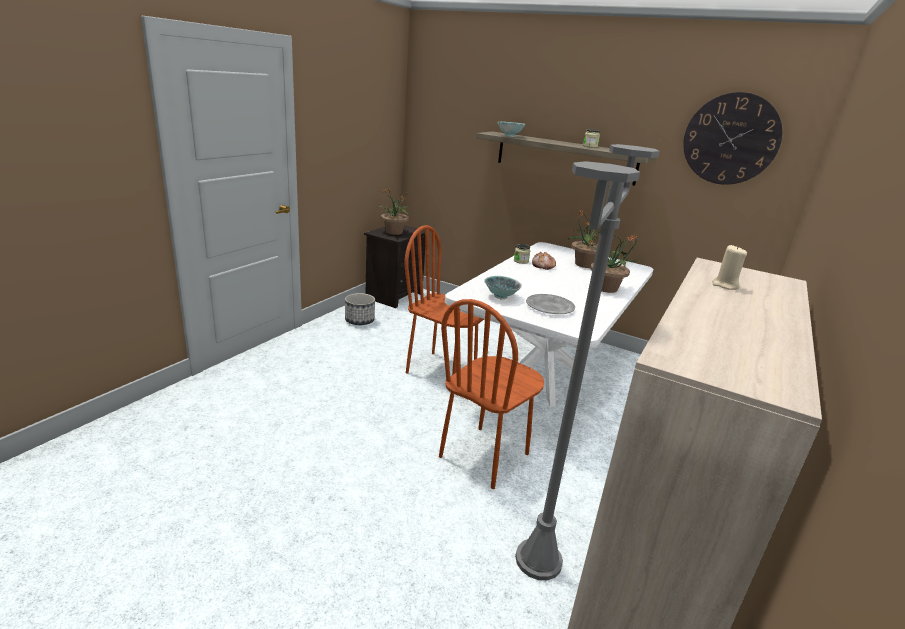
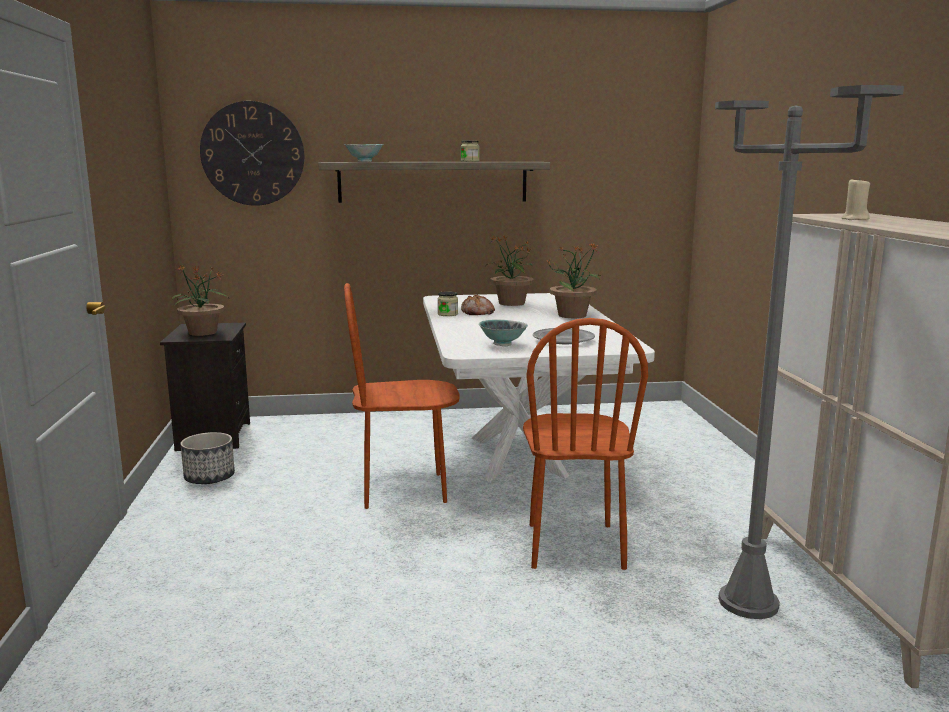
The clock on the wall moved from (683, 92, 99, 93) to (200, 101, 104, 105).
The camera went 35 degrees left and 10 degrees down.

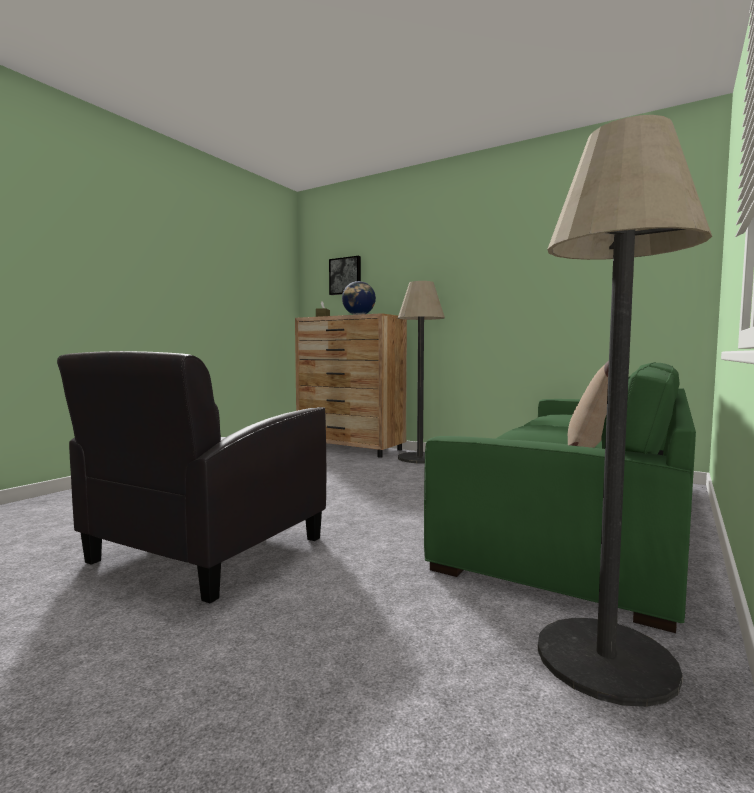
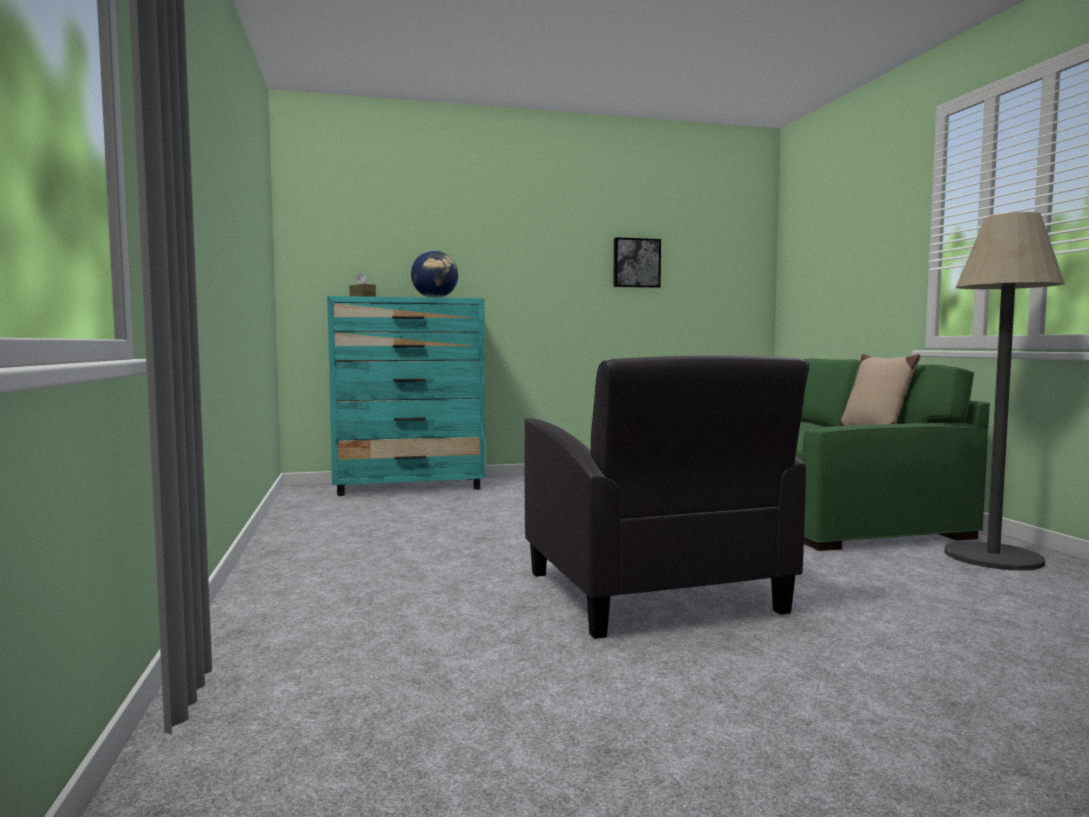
The picture moved from (329, 256, 32, 39) to (613, 237, 48, 51).
The standard lamp at (398, 281, 47, 183) disappeared.
The brown dresser at (295, 313, 112, 145) became the turquoise-coloured dresser at (327, 296, 159, 200).
The camera went 45 degrees left and 0 degrees up.

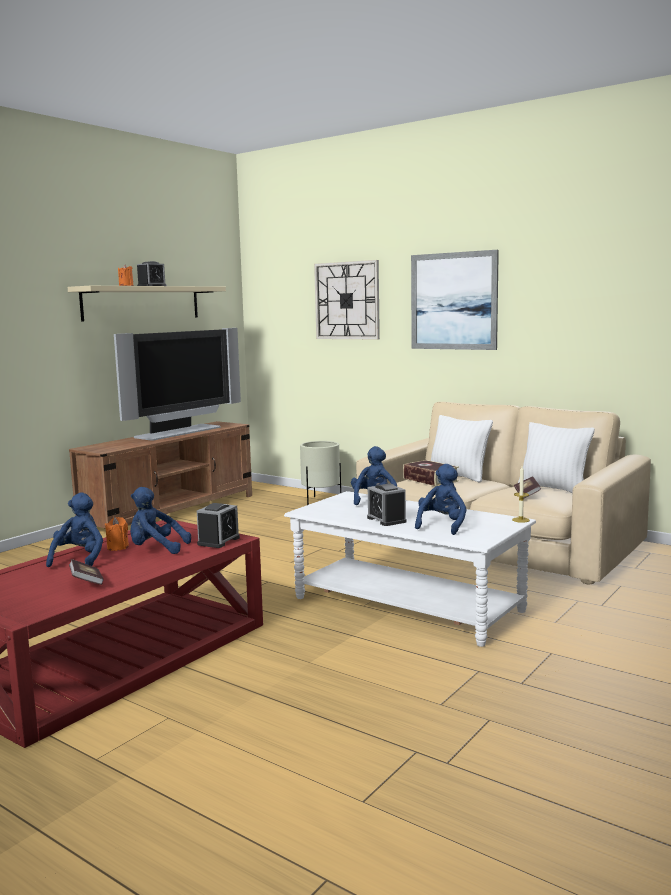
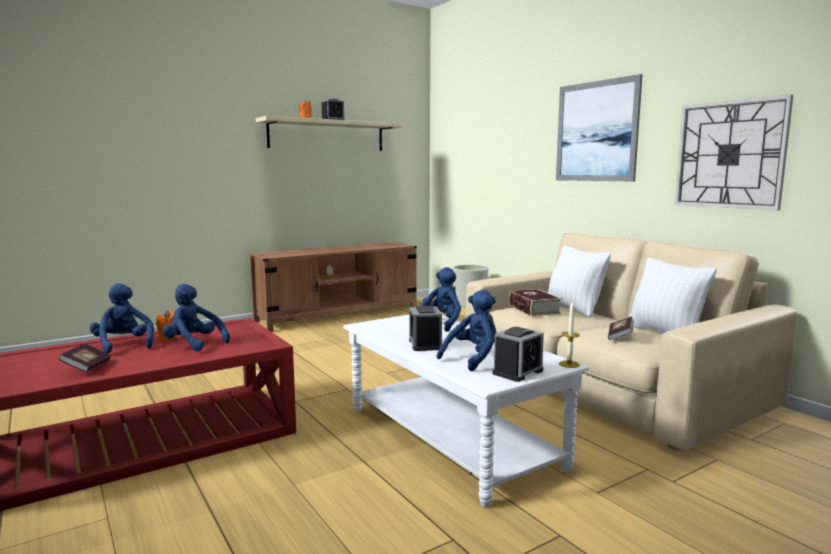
The clock on the wall moved from (314, 260, 66, 79) to (675, 95, 118, 115).
The television at (114, 328, 127, 113) disappeared.
The bluish cuddly toy at (46, 493, 57, 74) turned 60 degrees counterclockwise.
The table clock moved from (197, 503, 43, 45) to (492, 327, 52, 55).
The camera went 20 degrees right and 0 degrees up.

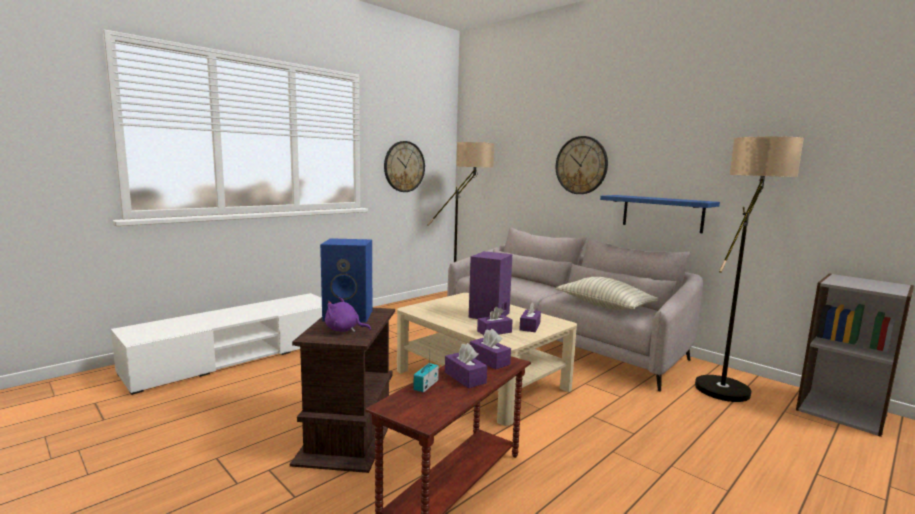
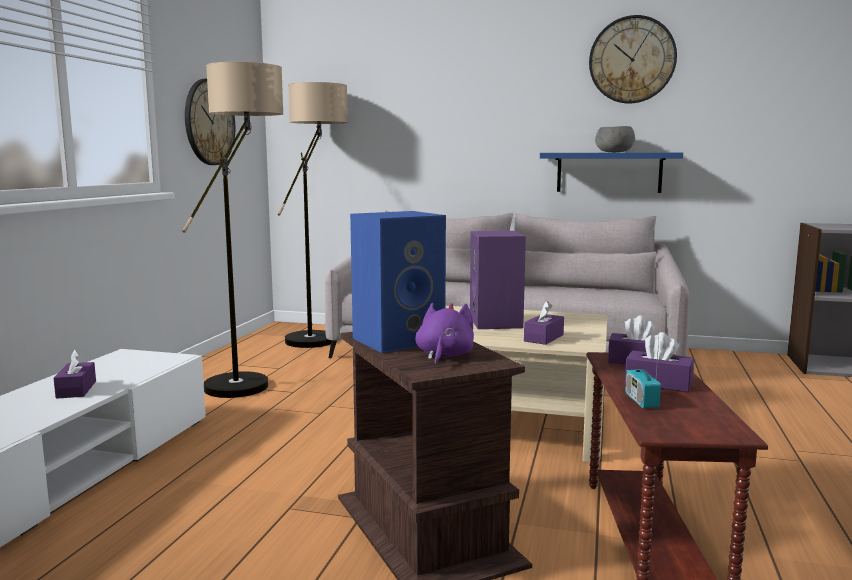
The clock on the wall moved from (556, 136, 52, 58) to (589, 15, 88, 89).
The standard lamp moved from (695, 136, 109, 266) to (182, 62, 101, 336).
The cushion at (556, 277, 103, 33) disappeared.
The purple cuddly toy at (325, 297, 46, 35) turned 120 degrees clockwise.
The purple box of tissues moved from (519, 302, 22, 30) to (53, 349, 43, 50).
The grey bowl at (595, 126, 40, 26) appeared.
The camera went 30 degrees left and 0 degrees up.

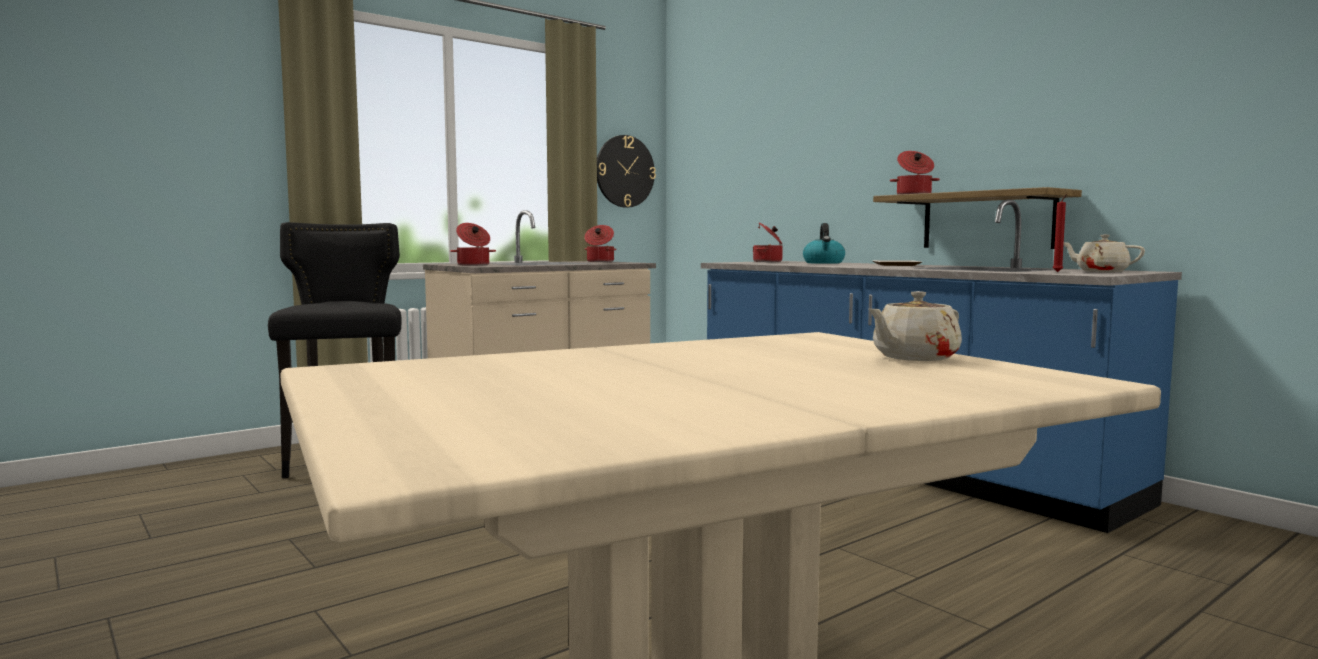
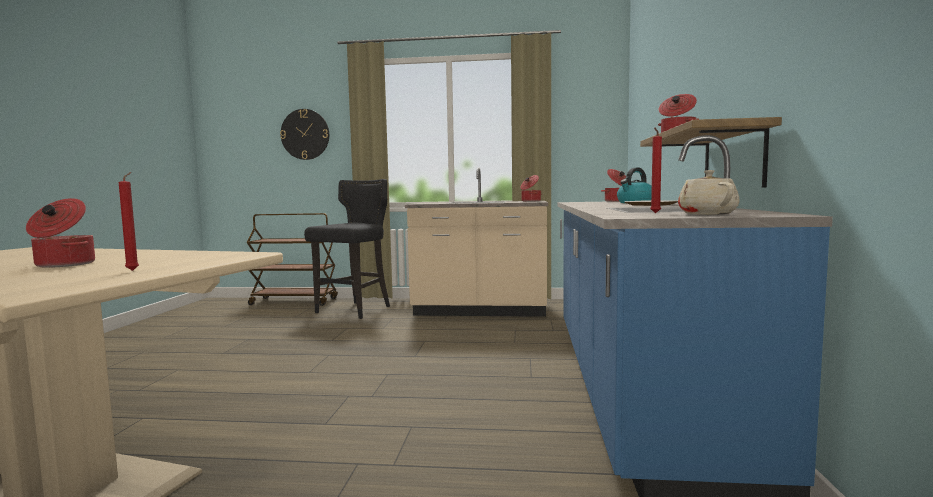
The clock on the wall moved from (597, 135, 59, 73) to (280, 109, 49, 51).
The cooking pot moved from (450, 223, 46, 43) to (26, 198, 69, 70).
The sand-coloured pot for tea at (868, 291, 94, 70) was replaced by the red-coloured wax light at (119, 172, 20, 99).
The brown cart at (247, 213, 91, 93) appeared.
The camera went 45 degrees right and 0 degrees up.

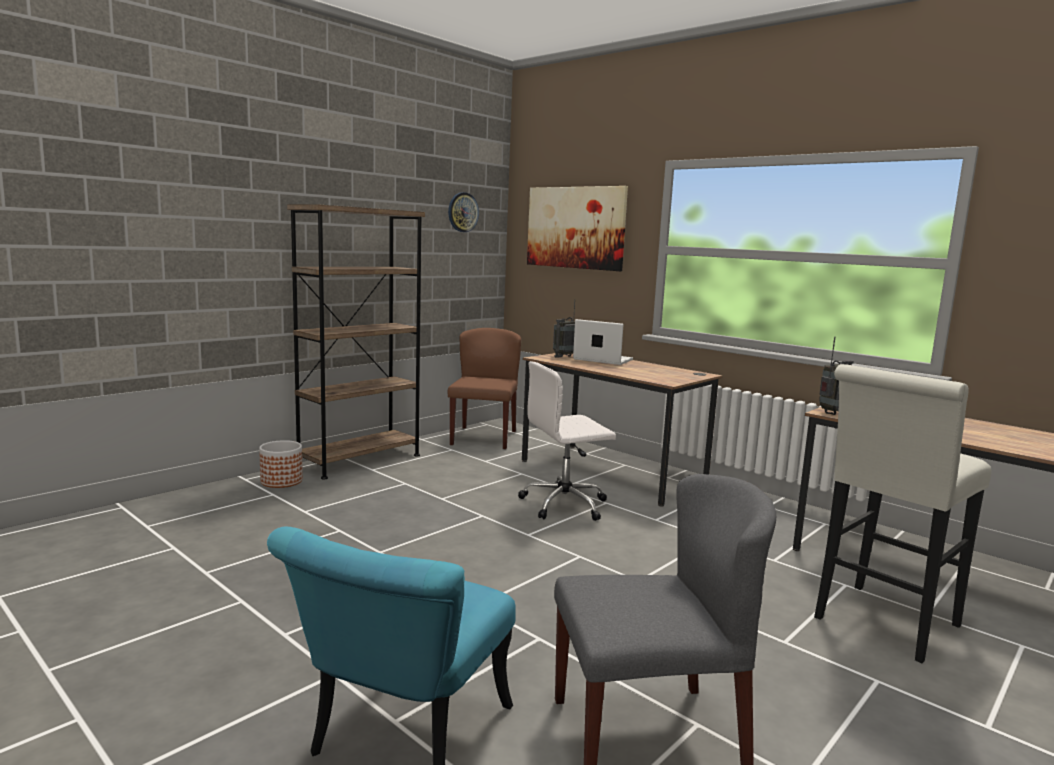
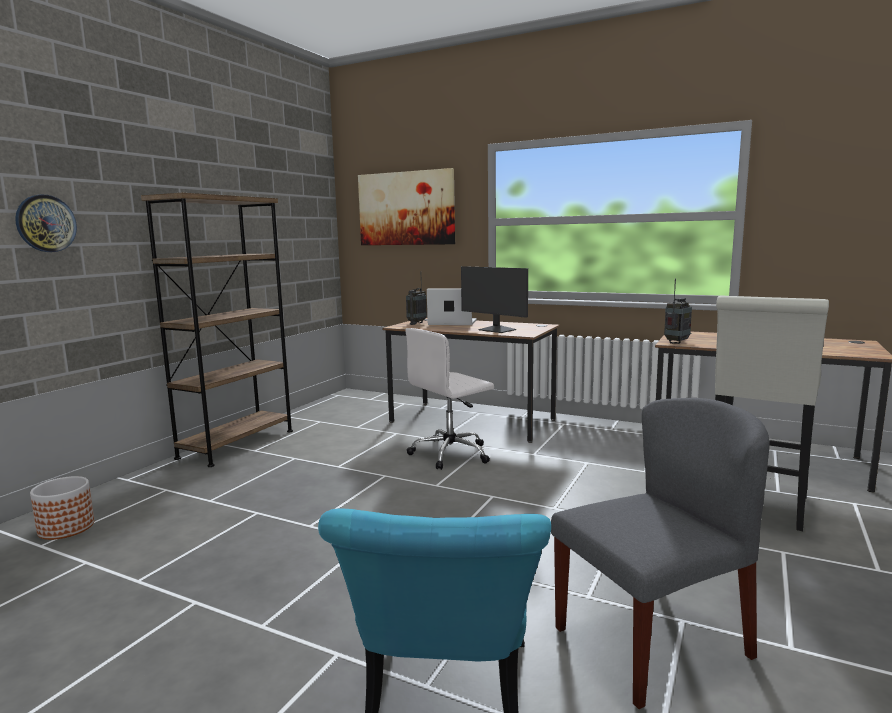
The clock on the wall moved from (448, 192, 31, 40) to (15, 195, 62, 57).
The brown plain chair at (448, 328, 73, 121) disappeared.
The plant pot moved from (259, 440, 44, 48) to (30, 476, 64, 64).
The computer screen at (461, 266, 67, 67) appeared.
The camera went 15 degrees left and 0 degrees up.

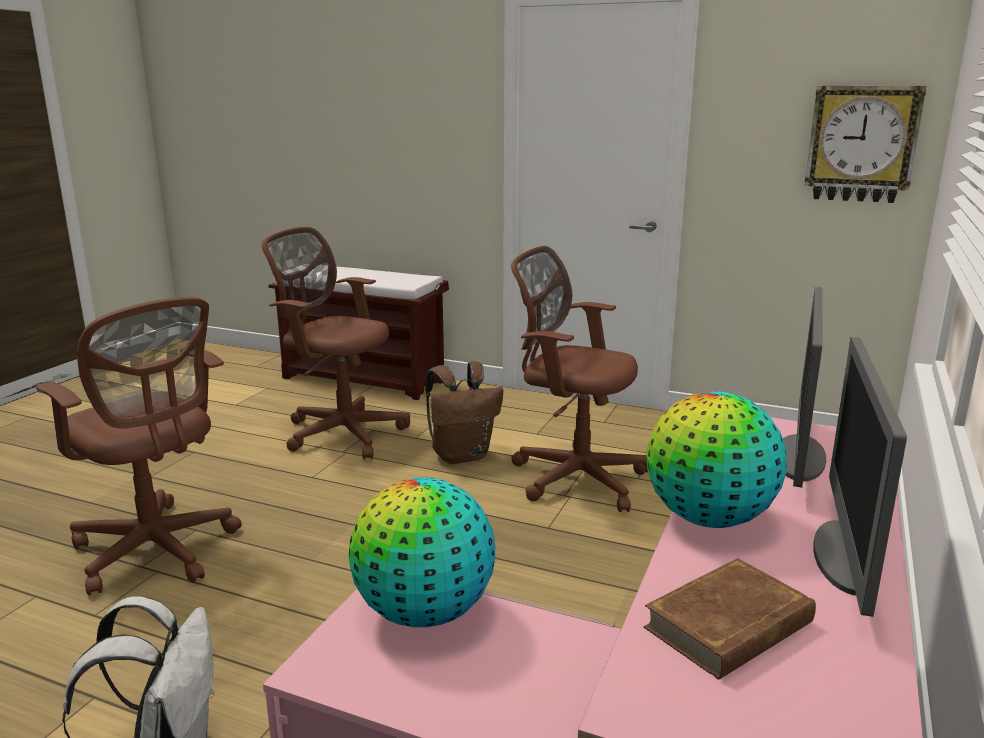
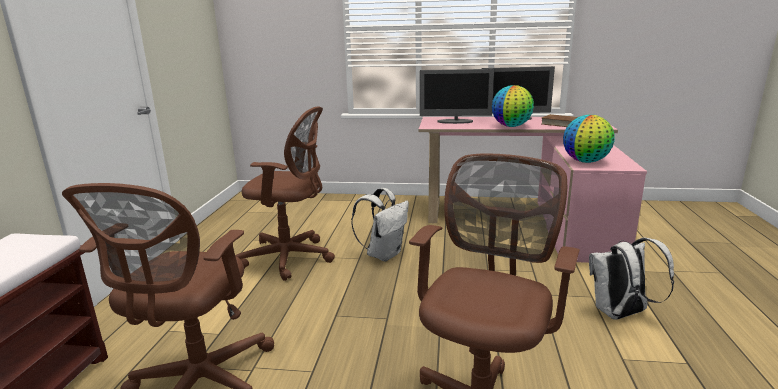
The clock on the wall at (805, 86, 121, 117) disappeared.
The brown desk chair at (511, 246, 137, 266) turned 90 degrees counterclockwise.
The brown knapsack at (425, 361, 78, 103) disappeared.
The whitish knapsack at (351, 188, 58, 73) appeared.
The camera went 105 degrees left and 0 degrees up.

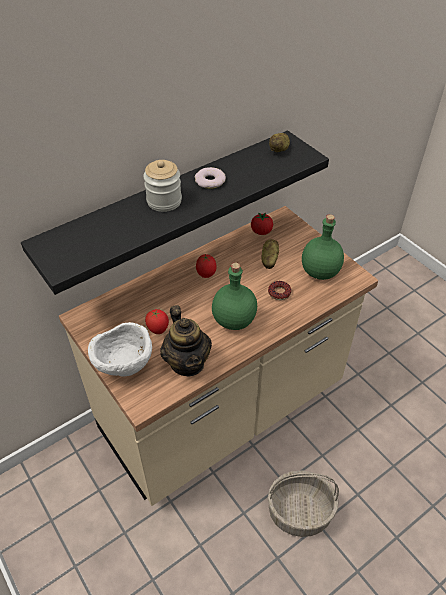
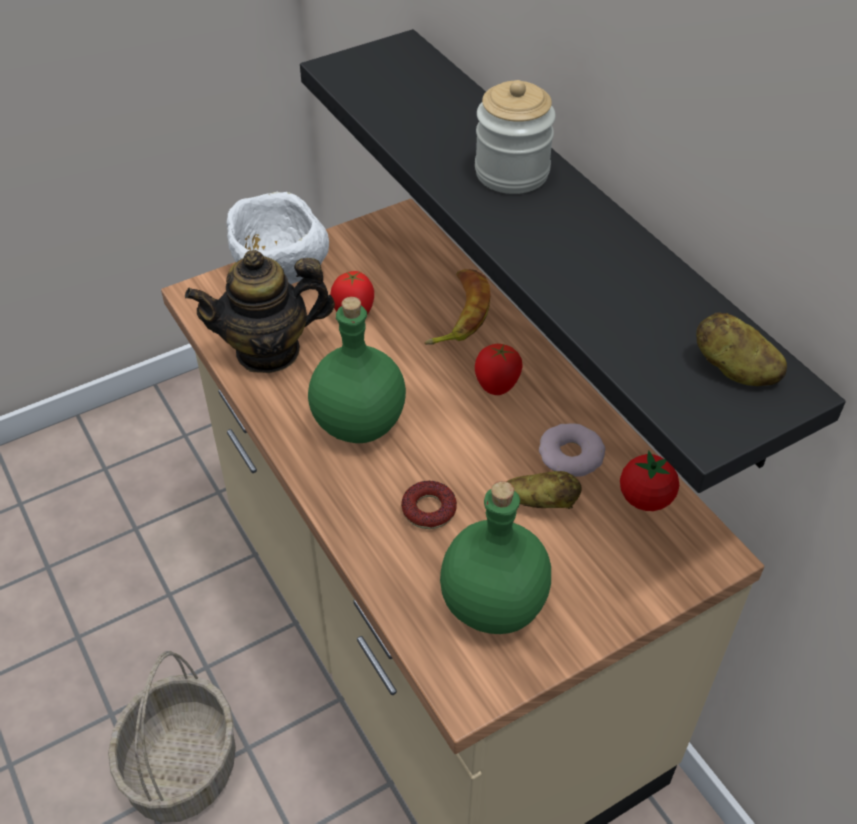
The donut moved from (195, 167, 31, 22) to (539, 423, 66, 54).
The banana at (425, 269, 65, 76) appeared.
The camera went 95 degrees right and 0 degrees up.

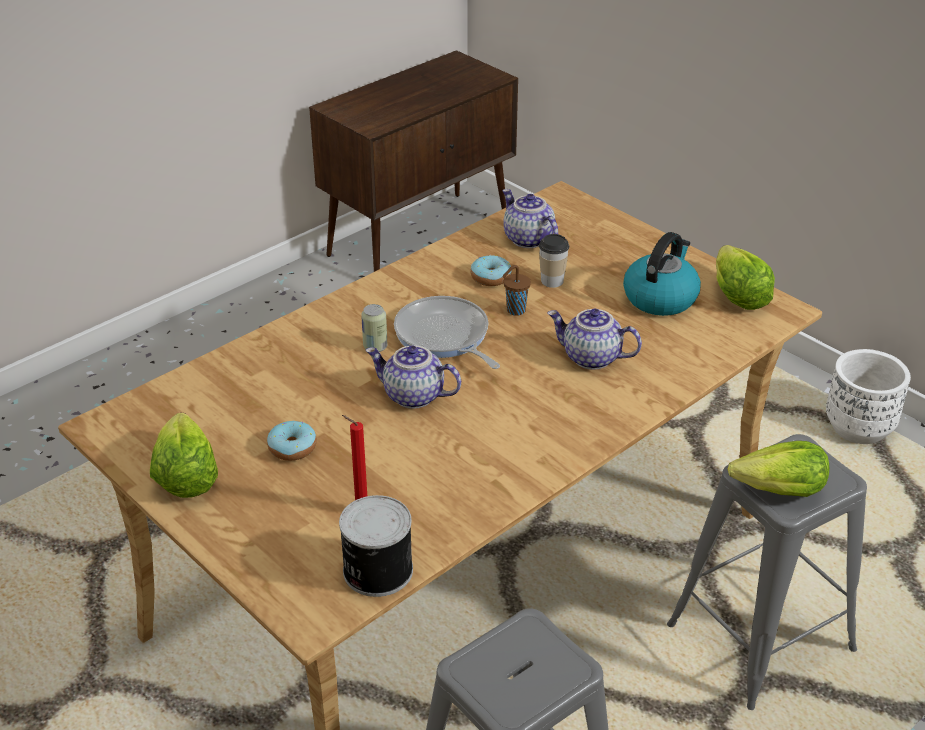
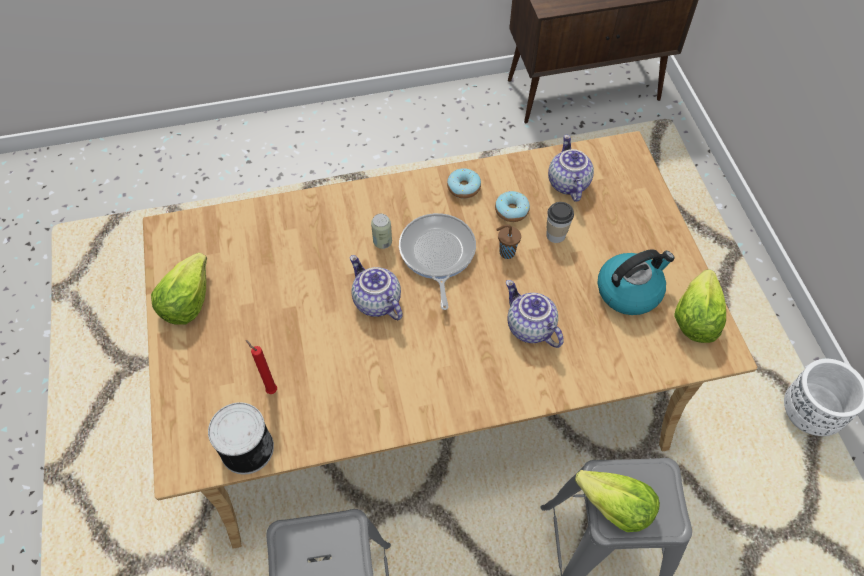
The donut moved from (267, 421, 50, 40) to (447, 168, 34, 30).
The camera went 30 degrees right and 20 degrees up.

